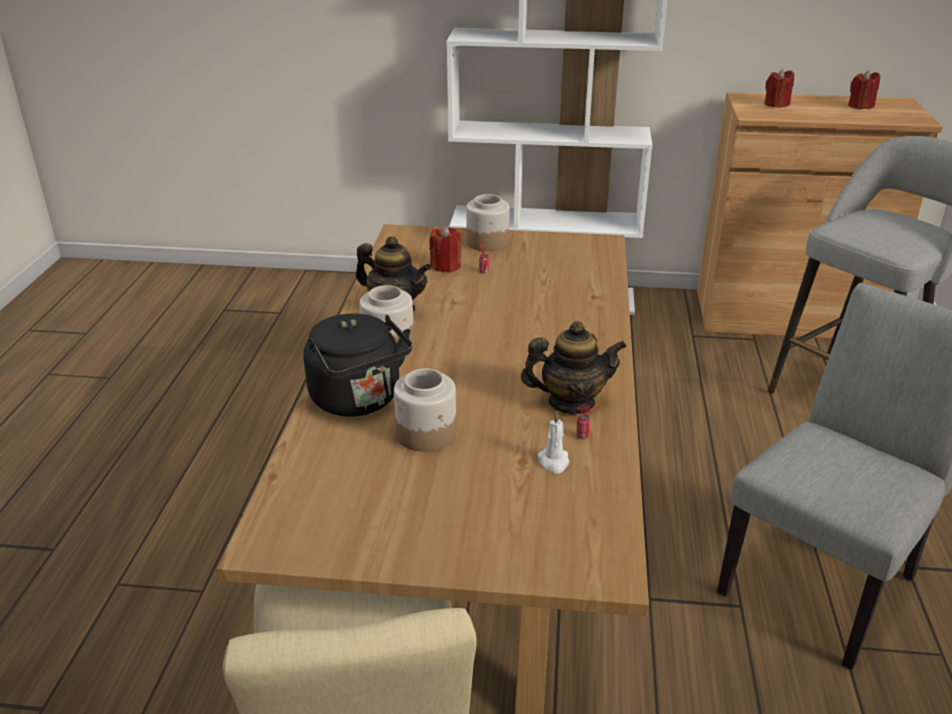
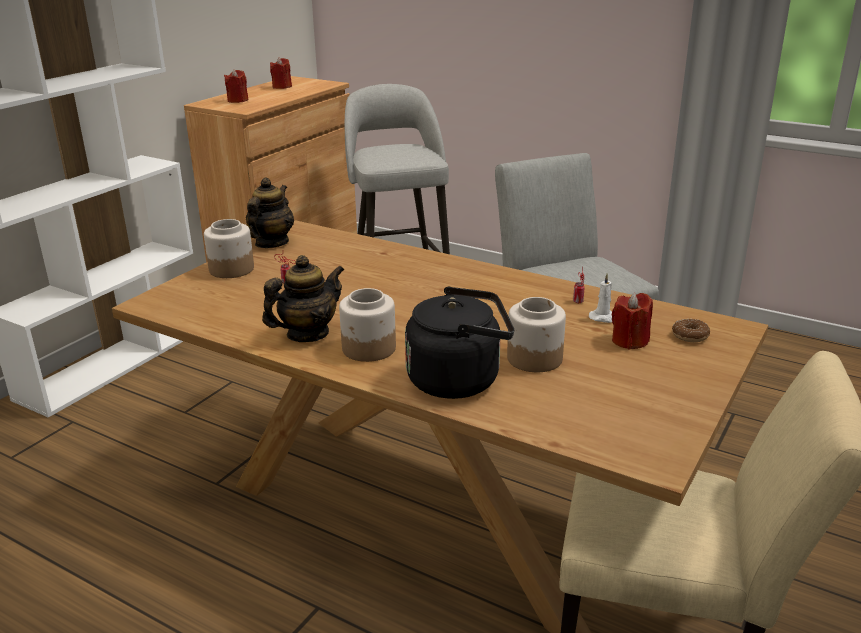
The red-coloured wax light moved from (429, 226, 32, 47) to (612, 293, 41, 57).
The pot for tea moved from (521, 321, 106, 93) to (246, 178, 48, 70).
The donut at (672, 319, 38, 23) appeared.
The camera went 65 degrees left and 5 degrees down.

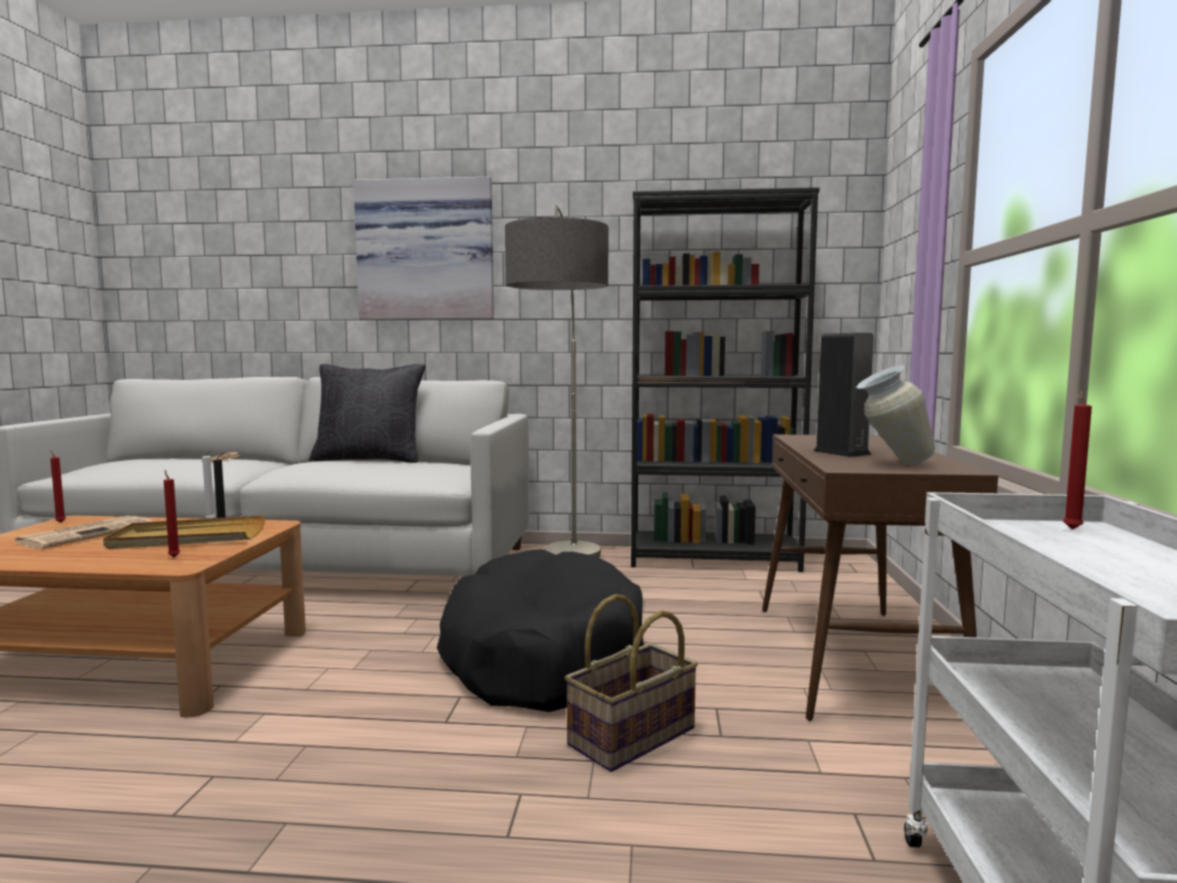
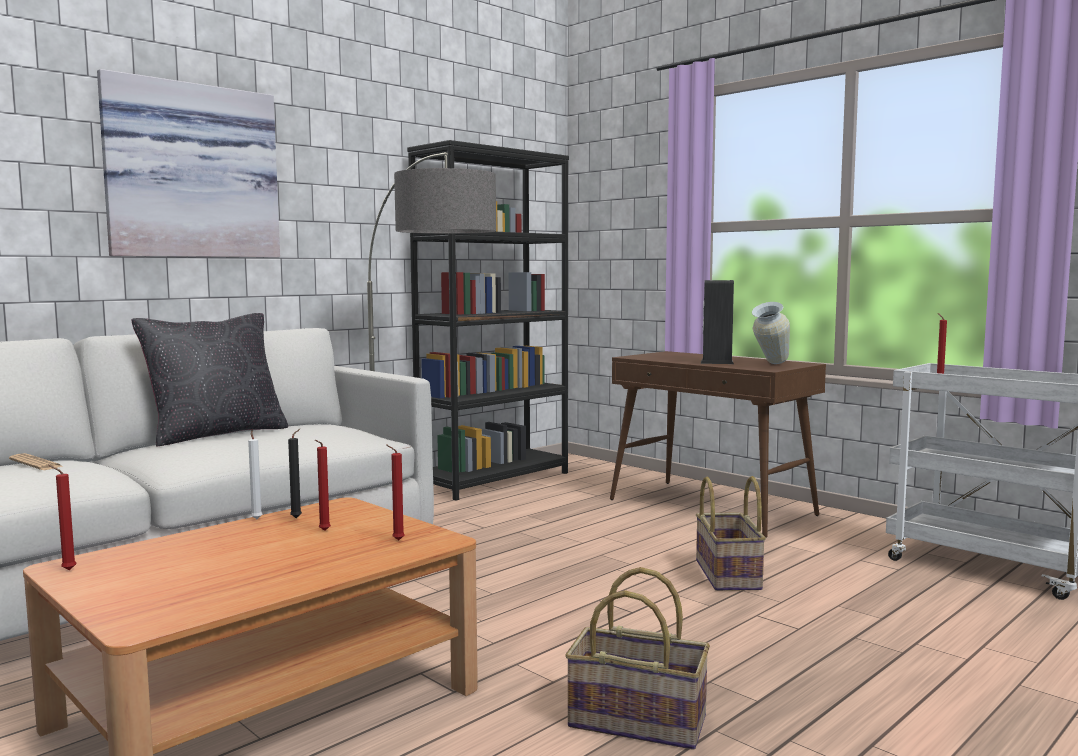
The sand-coloured carrying tray at (103, 515, 162, 34) was replaced by the red-coloured wax light at (315, 440, 16, 91).
The daily paper at (14, 516, 139, 33) disappeared.
The black pet bed at (437, 549, 207, 163) disappeared.
The storage basket at (565, 567, 145, 183) appeared.
The camera went 50 degrees left and 0 degrees up.

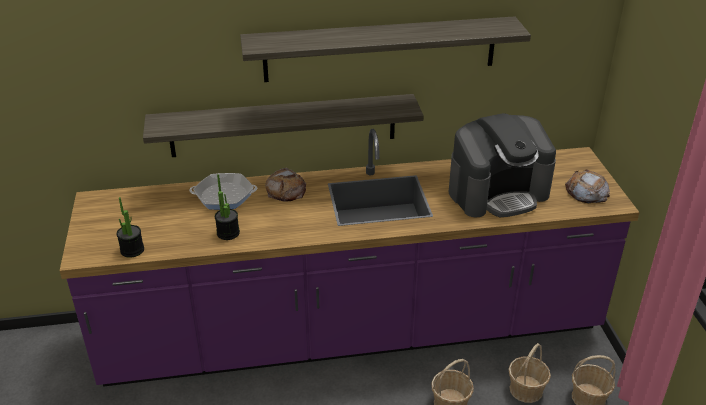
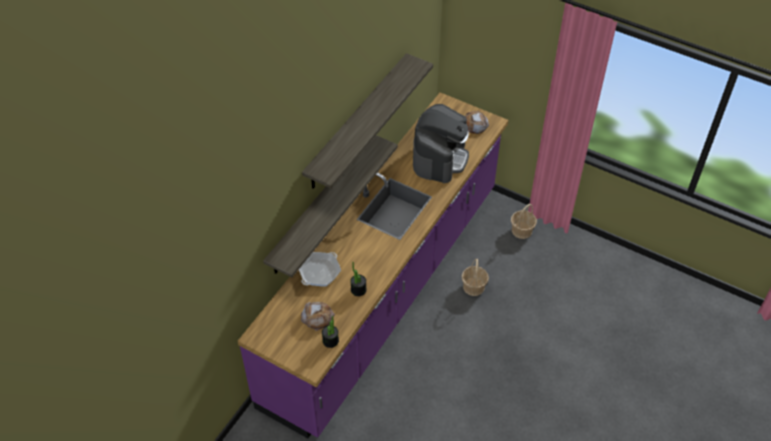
The bakery bread moved from (265, 168, 41, 34) to (301, 302, 34, 29).
The storage basket at (508, 343, 43, 60) disappeared.
The camera went 50 degrees left and 15 degrees up.

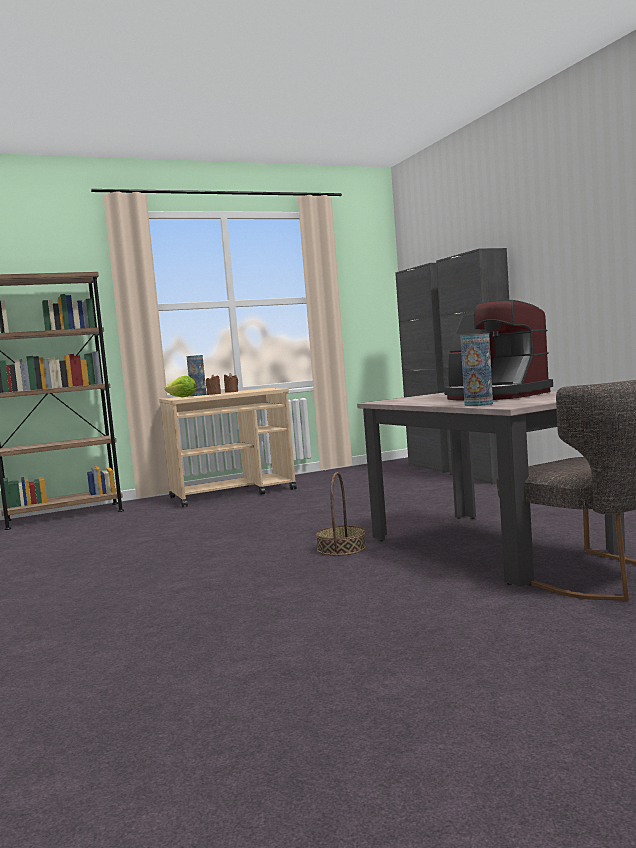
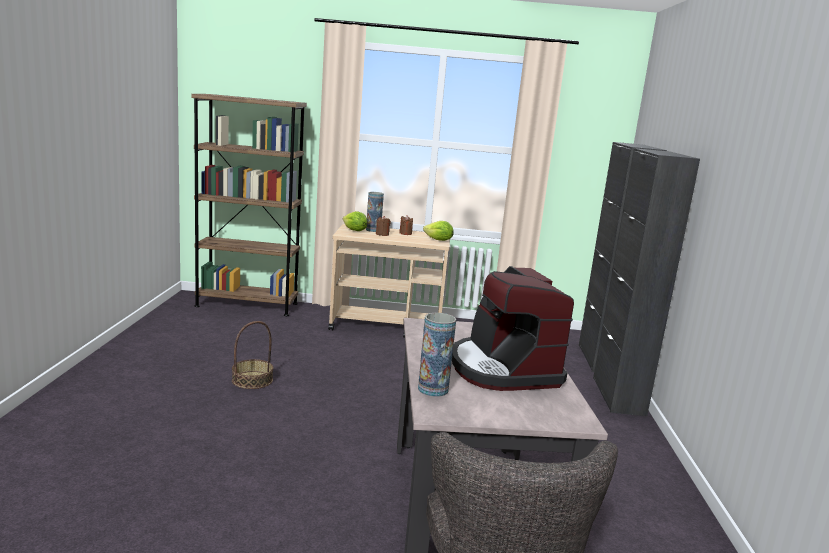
The storage basket moved from (316, 472, 51, 84) to (232, 321, 41, 68).
The lettuce at (423, 221, 31, 20) appeared.
The camera went 25 degrees right and 10 degrees up.

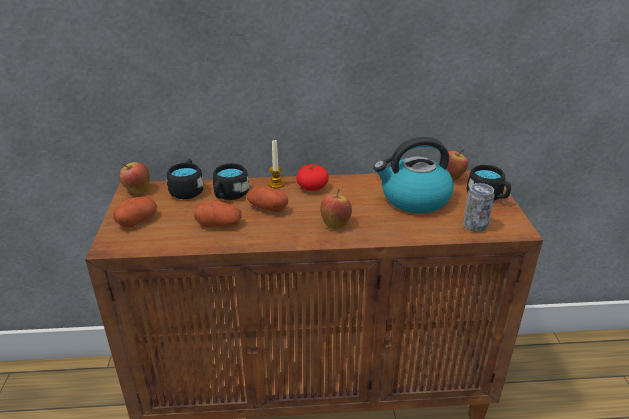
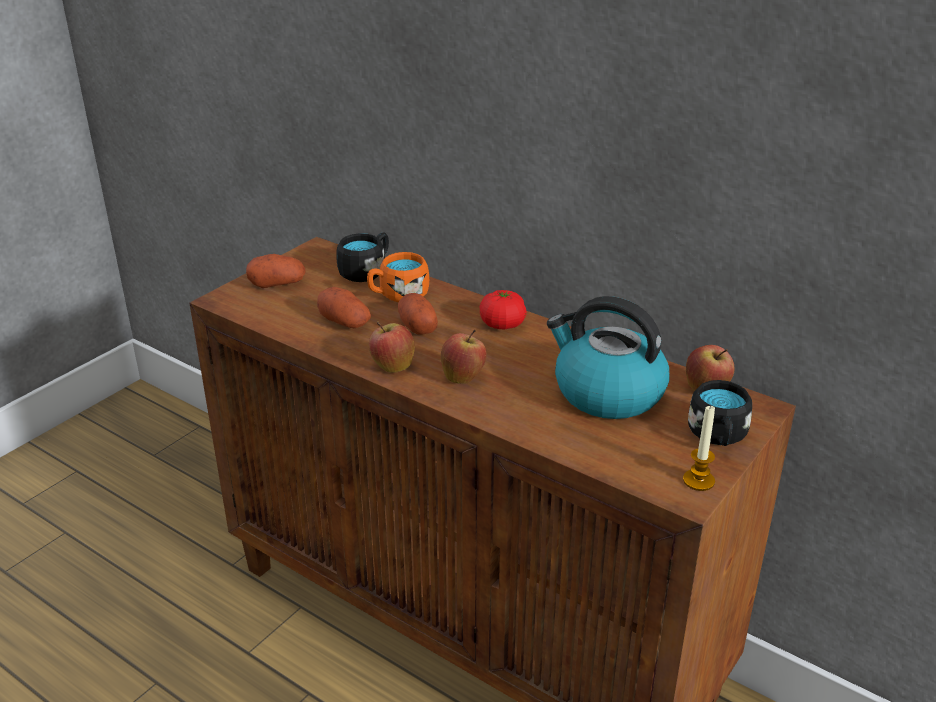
The wax light moved from (268, 140, 17, 48) to (683, 405, 32, 86).
The apple moved from (119, 162, 31, 31) to (369, 322, 46, 51).
The black tea mug at (213, 163, 36, 37) became the orangey tea mug at (367, 252, 62, 50).
The metal can at (463, 183, 31, 49) disappeared.
The camera went 40 degrees right and 0 degrees up.

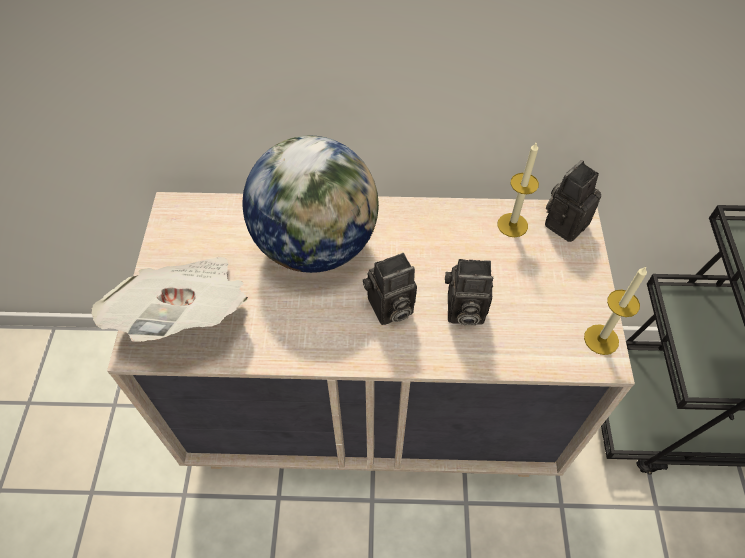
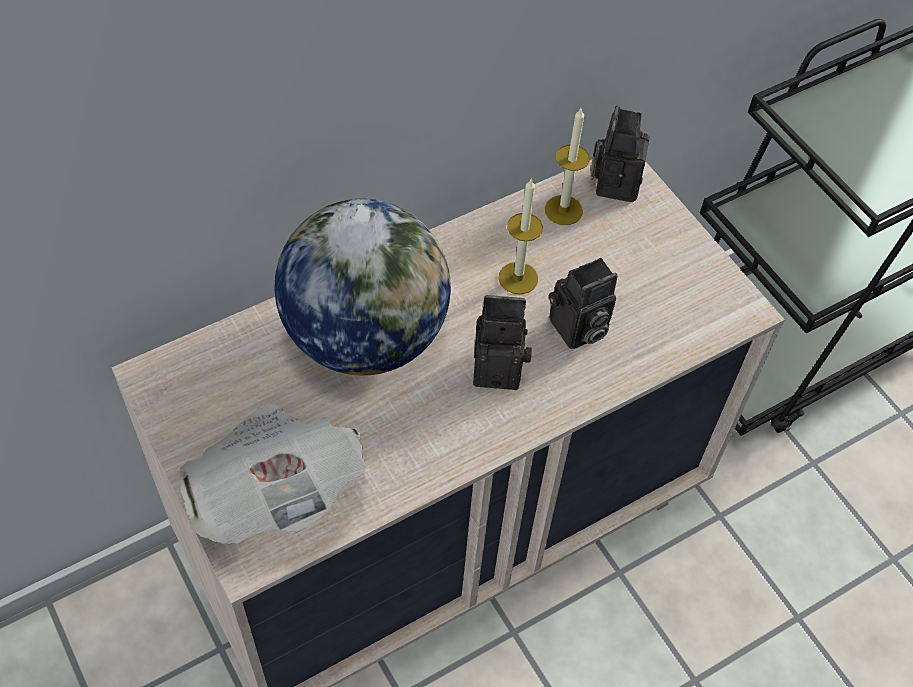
The photo camera at (363, 253, 54, 72) turned 120 degrees counterclockwise.
The wax light moved from (584, 267, 63, 88) to (499, 178, 44, 117).
The camera went 35 degrees left and 0 degrees up.

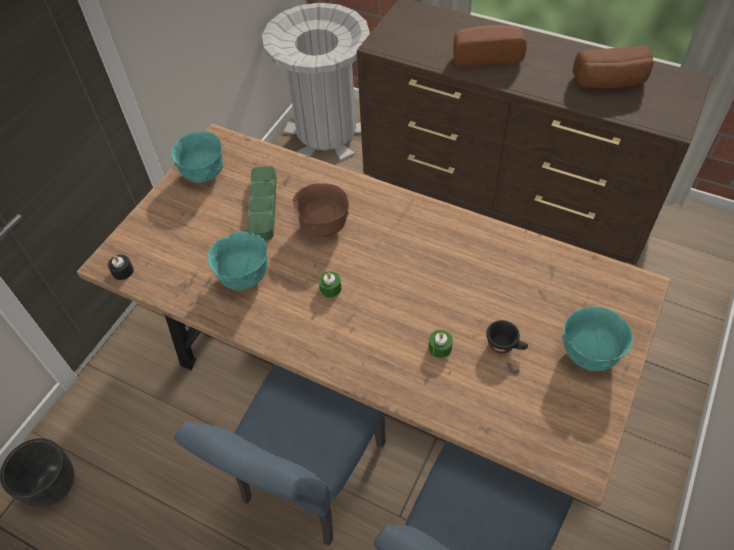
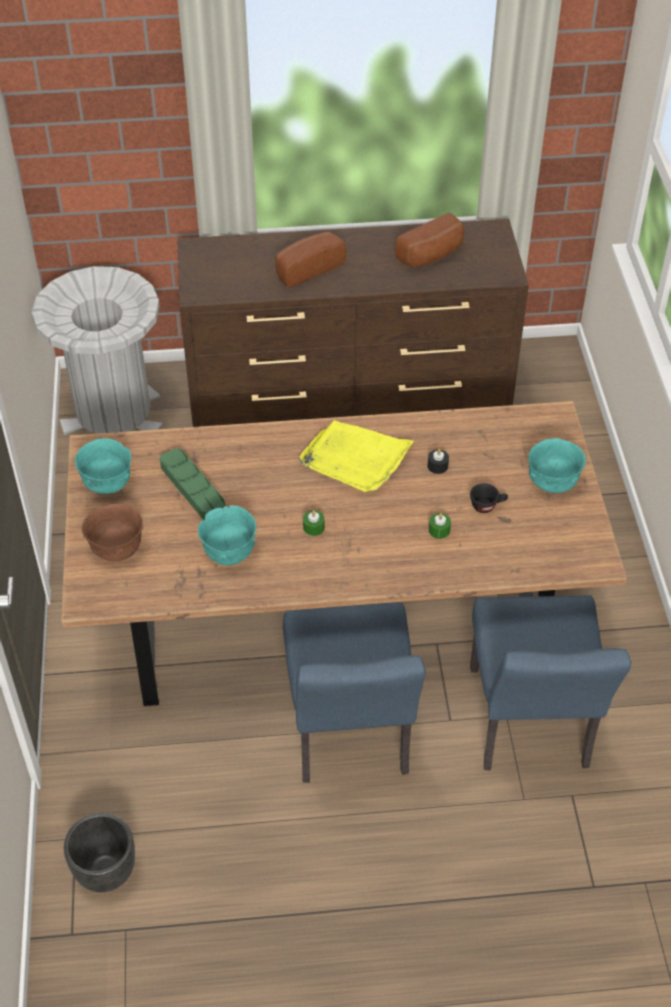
The brown bowl moved from (293, 183, 56, 54) to (81, 503, 62, 58).
The black wax light moved from (108, 255, 26, 25) to (428, 449, 21, 25).
The yellowish carrying tray at (298, 421, 116, 72) appeared.
The camera went 35 degrees left and 5 degrees down.

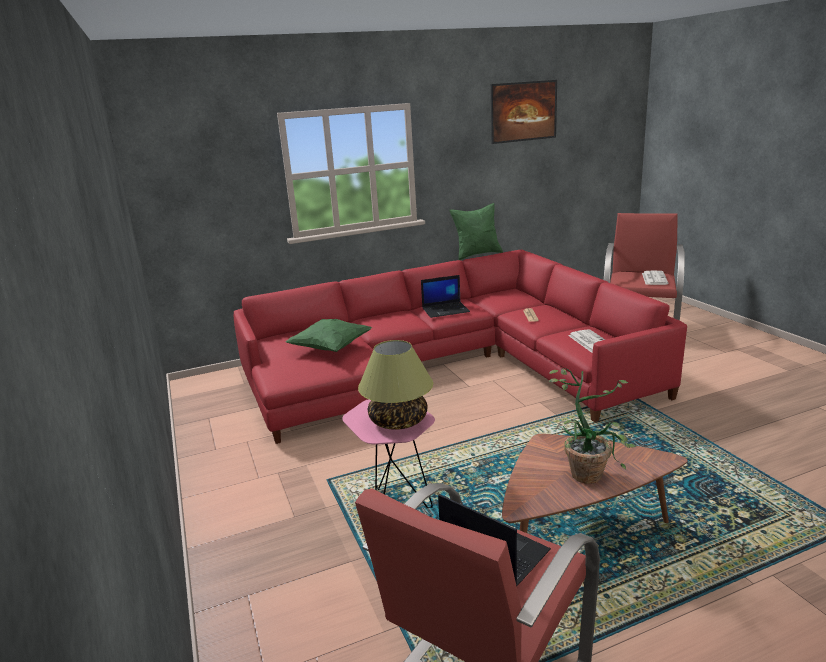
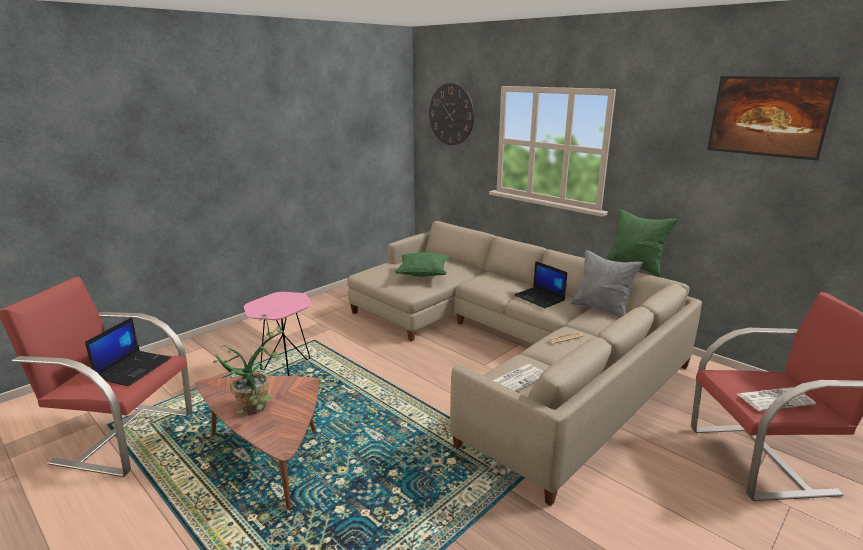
The red-coloured settee at (233, 250, 454, 194) became the sand-coloured settee at (347, 221, 355, 285).
The tabletop lamp at (358, 340, 75, 90) disappeared.
The clock on the wall at (429, 83, 45, 62) appeared.
The grey cushion at (571, 250, 72, 68) appeared.
The camera went 65 degrees right and 0 degrees up.

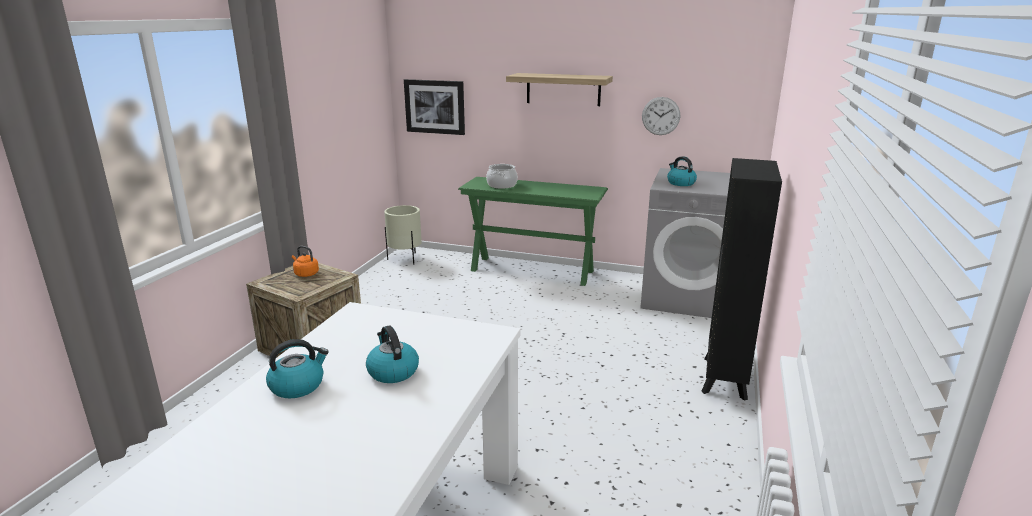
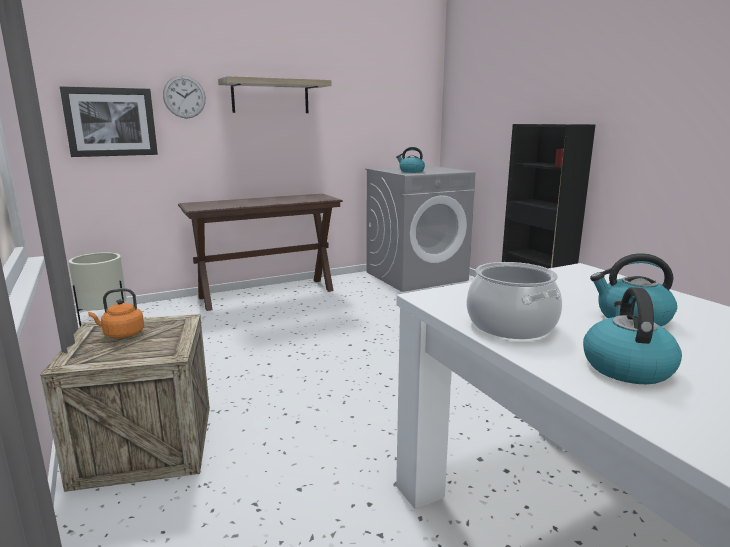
The clock on the wall moved from (642, 97, 38, 38) to (163, 75, 43, 44).
The cooking pot moved from (486, 164, 32, 25) to (466, 262, 96, 77).
The greenish hall table at (458, 177, 150, 109) became the brown hall table at (178, 194, 165, 117).
The camera went 45 degrees left and 5 degrees down.

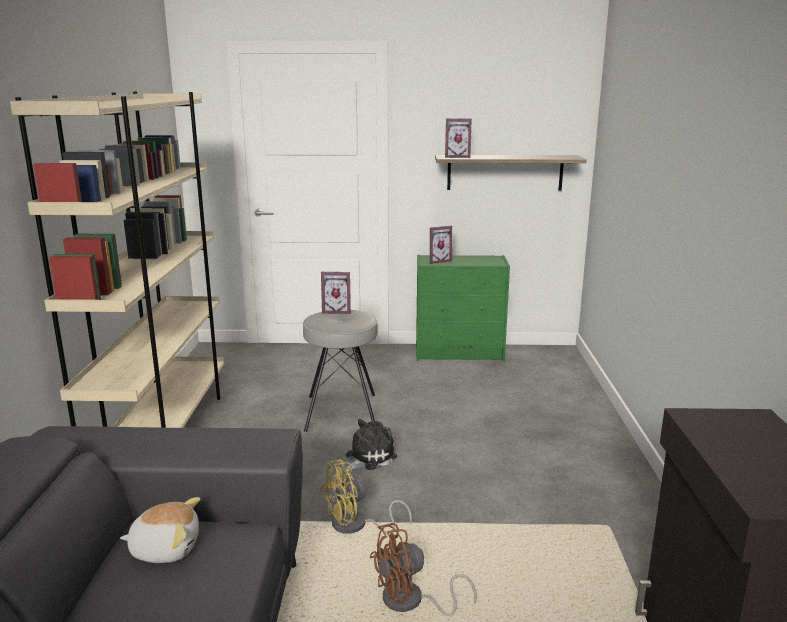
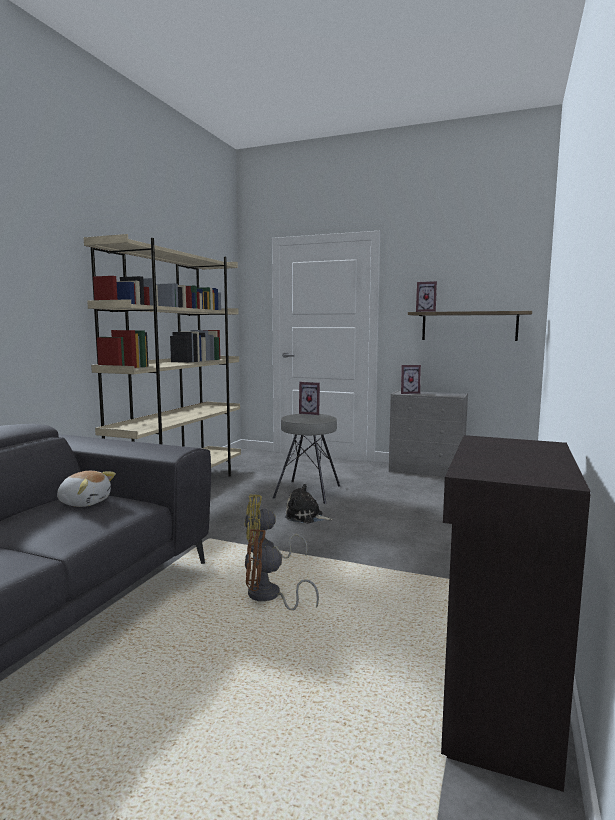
The greenish dresser at (416, 255, 94, 107) became the grey dresser at (388, 390, 80, 87).
The cuddly toy at (344, 419, 53, 54) turned 135 degrees counterclockwise.
The camera went 20 degrees right and 10 degrees down.

